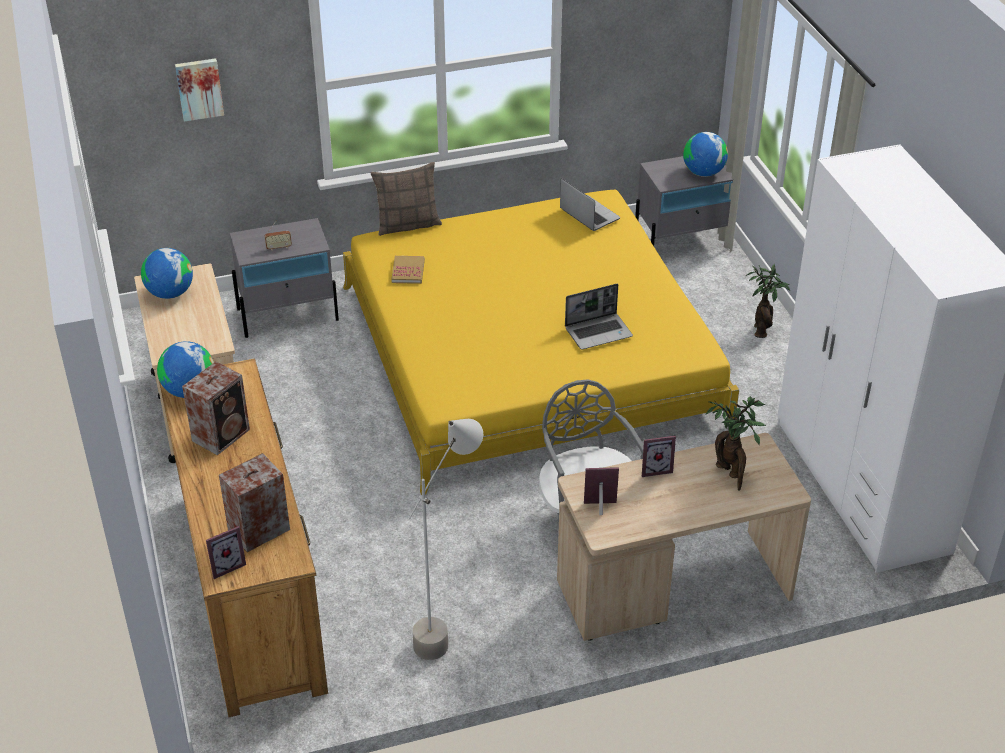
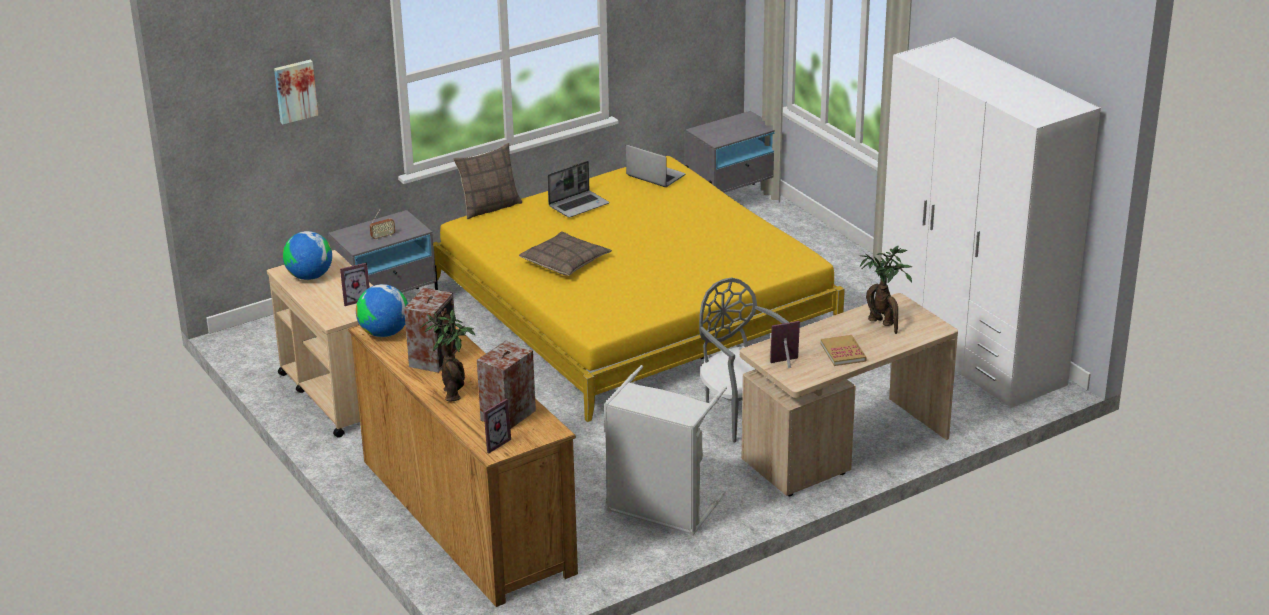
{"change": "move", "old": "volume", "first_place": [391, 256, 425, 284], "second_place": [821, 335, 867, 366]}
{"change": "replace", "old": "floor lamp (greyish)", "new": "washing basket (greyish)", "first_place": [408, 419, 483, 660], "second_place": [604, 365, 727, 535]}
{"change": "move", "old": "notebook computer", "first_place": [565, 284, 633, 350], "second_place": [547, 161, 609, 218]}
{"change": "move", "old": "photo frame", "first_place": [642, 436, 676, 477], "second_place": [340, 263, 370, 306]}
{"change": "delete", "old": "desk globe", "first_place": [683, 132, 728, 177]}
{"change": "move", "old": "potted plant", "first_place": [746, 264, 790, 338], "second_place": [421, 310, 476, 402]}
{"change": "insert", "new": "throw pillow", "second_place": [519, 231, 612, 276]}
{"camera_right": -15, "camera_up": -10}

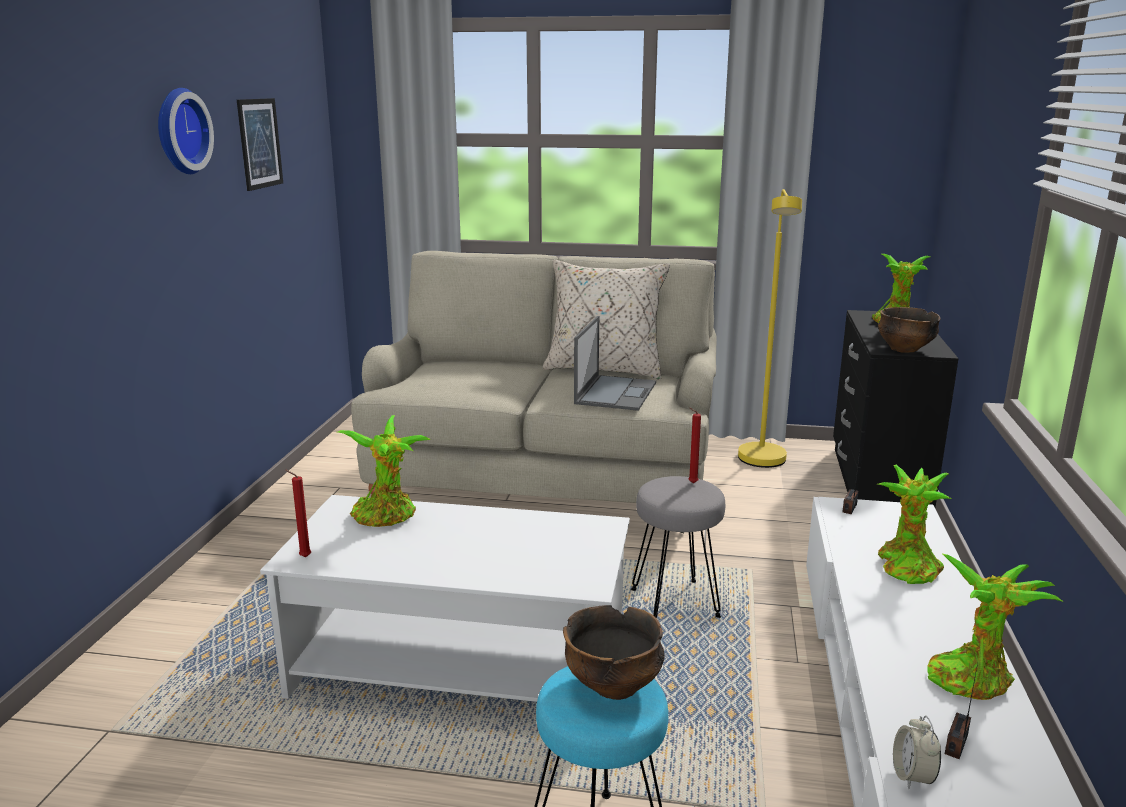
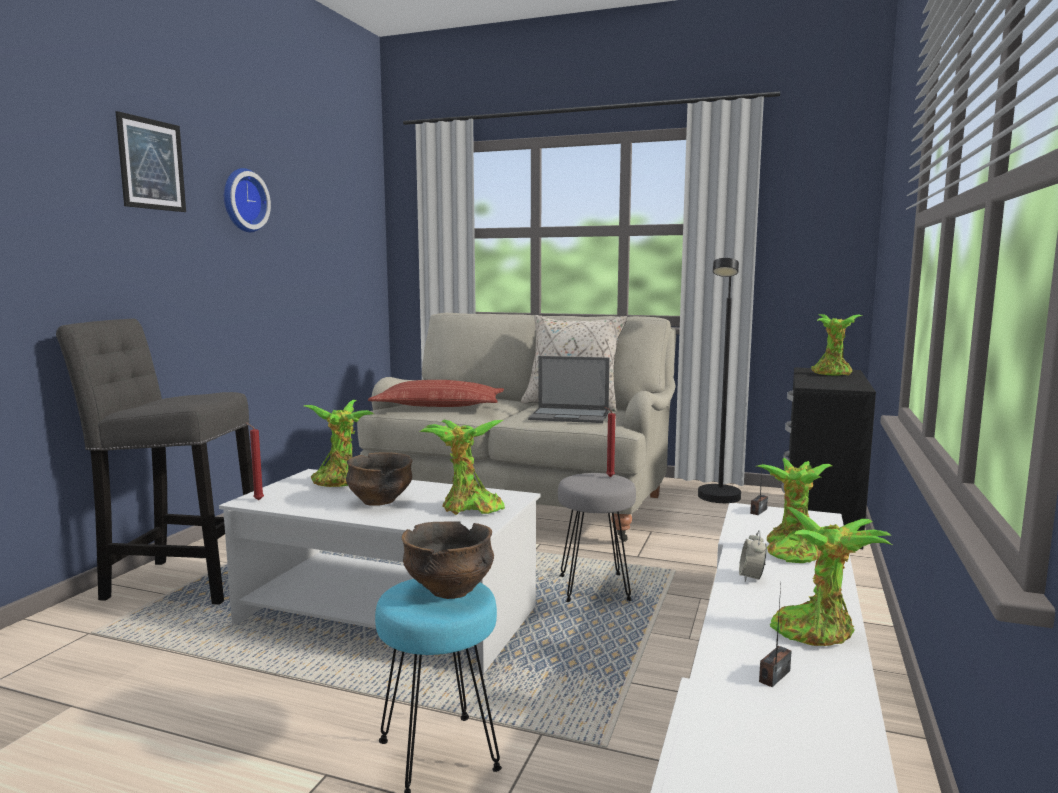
{"change": "move", "old": "wall art", "first_place": [237, 98, 283, 191], "second_place": [115, 111, 186, 212]}
{"change": "rotate", "old": "notebook computer", "first_place": [574, 316, 656, 411], "second_place": [528, 356, 610, 423], "degrees": 75}
{"change": "recolor", "old": "floor lamp (yellow-coloured)", "new": "floor lamp (black-coloured)", "first_place": [738, 189, 802, 468], "second_place": [698, 258, 741, 503]}
{"change": "move", "old": "serving bowl", "first_place": [878, 307, 940, 353], "second_place": [346, 452, 412, 506]}
{"change": "move", "old": "bedside clock", "first_place": [893, 715, 941, 789], "second_place": [739, 530, 767, 581]}
{"change": "insert", "new": "sitting stool (greyish)", "second_place": [56, 319, 254, 604]}
{"change": "insert", "new": "throw pillow", "second_place": [368, 380, 504, 407]}
{"change": "insert", "new": "potted plant", "second_place": [419, 420, 505, 515]}
{"camera_right": 10, "camera_up": -10}

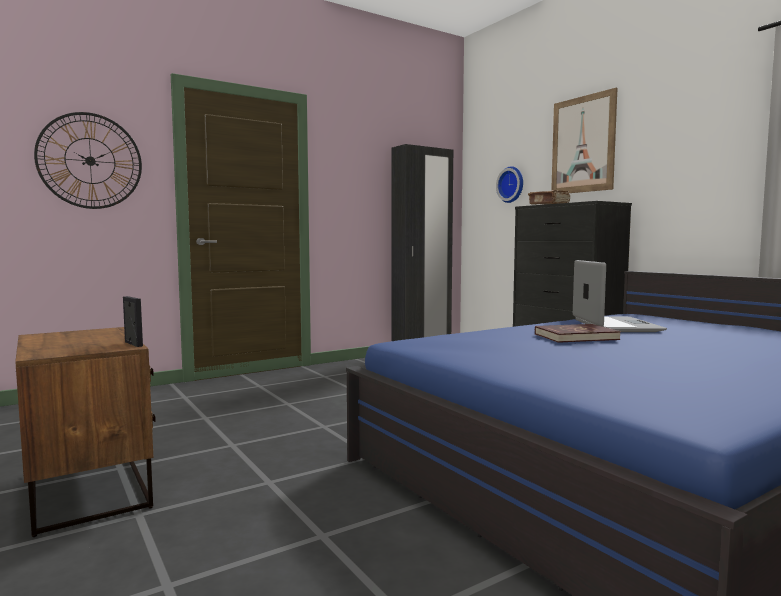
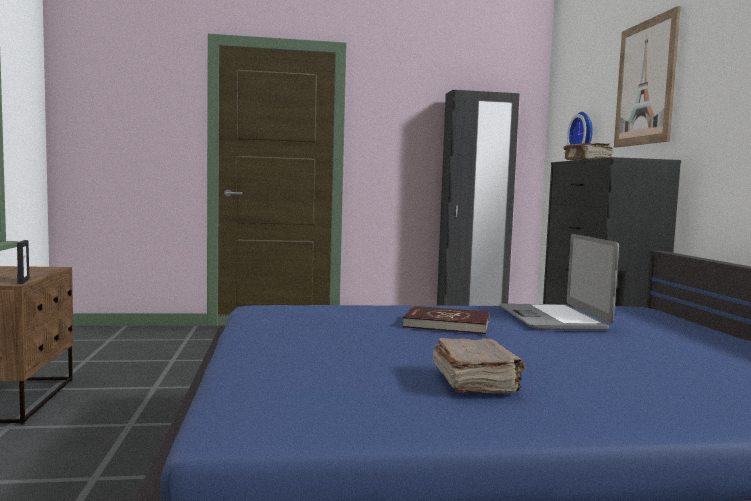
{"change": "delete", "old": "wall clock", "first_place": [34, 112, 142, 209]}
{"change": "rotate", "old": "notebook computer", "first_place": [573, 260, 667, 332], "second_place": [499, 234, 619, 330], "degrees": 150}
{"change": "insert", "new": "volume (brown)", "second_place": [433, 338, 526, 394]}
{"camera_right": 25, "camera_up": 0}

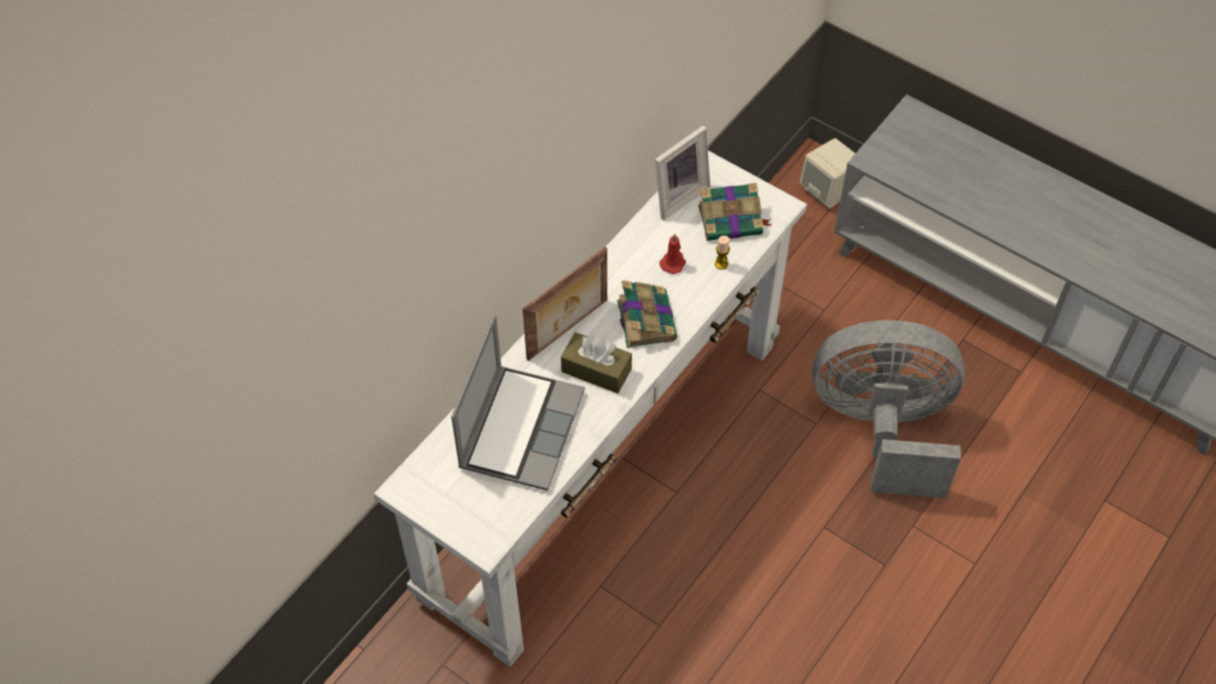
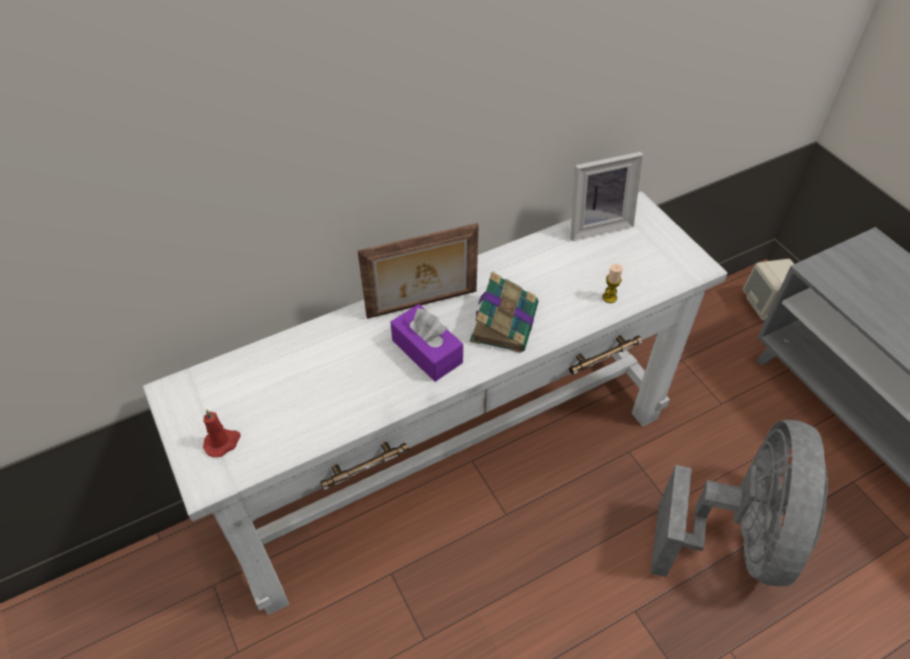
{"change": "delete", "old": "notebook computer", "first_place": [451, 315, 585, 491]}
{"change": "recolor", "old": "tissue box (brown)", "new": "tissue box (purple-coloured)", "first_place": [561, 332, 632, 393], "second_place": [390, 304, 463, 382]}
{"change": "move", "old": "wax light (red-coloured)", "first_place": [659, 234, 686, 274], "second_place": [203, 409, 241, 457]}
{"change": "delete", "old": "volume", "first_place": [698, 183, 772, 241]}
{"change": "rotate", "old": "fan (greyish)", "first_place": [812, 320, 965, 498], "second_place": [650, 420, 828, 586], "degrees": 75}
{"camera_right": 25, "camera_up": -5}

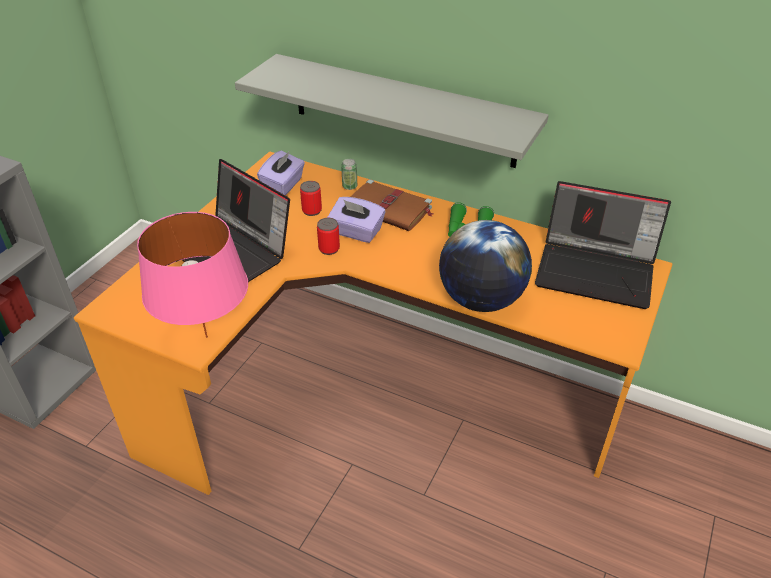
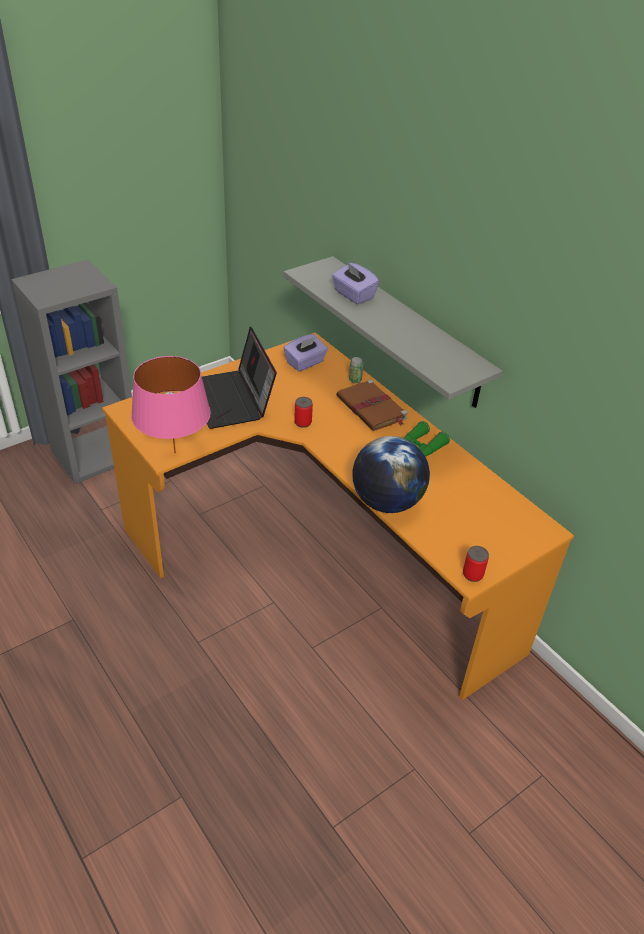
{"change": "move", "old": "can", "first_place": [300, 181, 322, 216], "second_place": [463, 546, 489, 582]}
{"change": "move", "old": "tissue box (purple-coloured)", "first_place": [327, 197, 385, 243], "second_place": [332, 262, 379, 304]}
{"change": "delete", "old": "notebook computer", "first_place": [535, 181, 671, 309]}
{"camera_right": 25, "camera_up": 0}

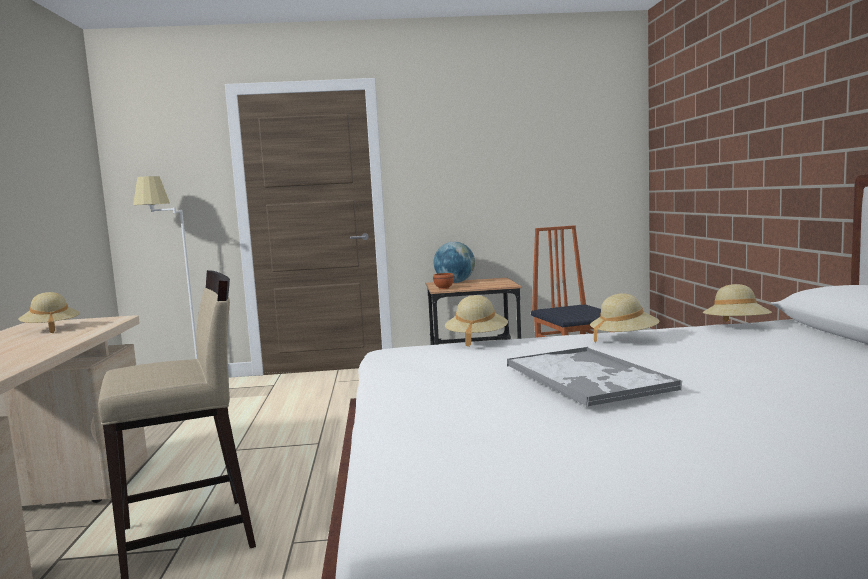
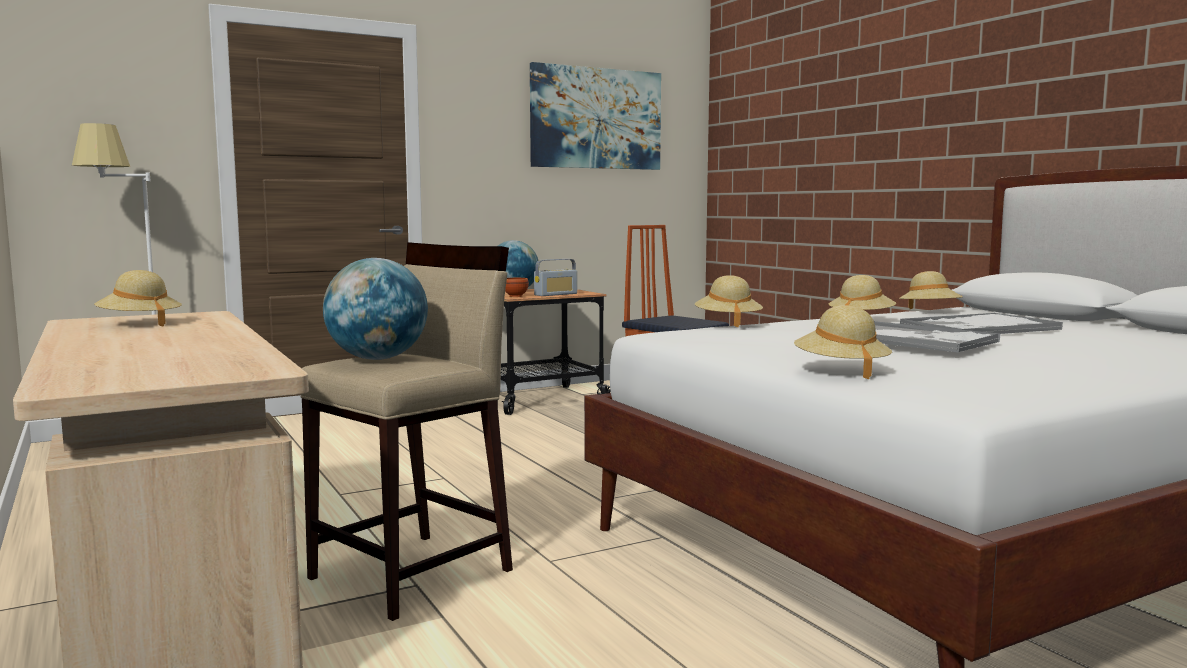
{"change": "insert", "new": "desk globe", "second_place": [323, 258, 428, 360]}
{"change": "insert", "new": "wall art", "second_place": [530, 62, 661, 170]}
{"change": "insert", "new": "radio set", "second_place": [534, 259, 577, 296]}
{"change": "insert", "new": "clothing hat (beige-coloured)", "second_place": [794, 305, 892, 379]}
{"change": "insert", "new": "serving tray", "second_place": [900, 313, 1063, 334]}
{"camera_right": -25, "camera_up": 0}

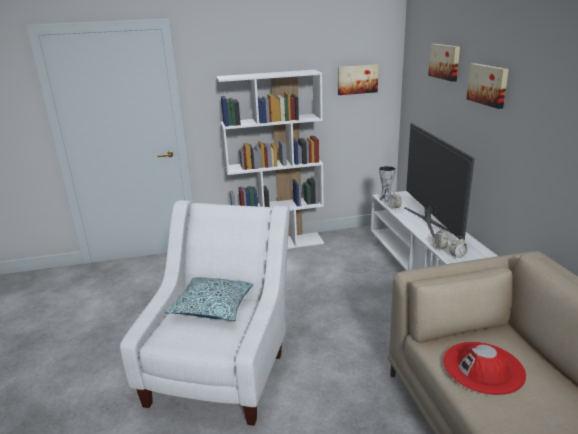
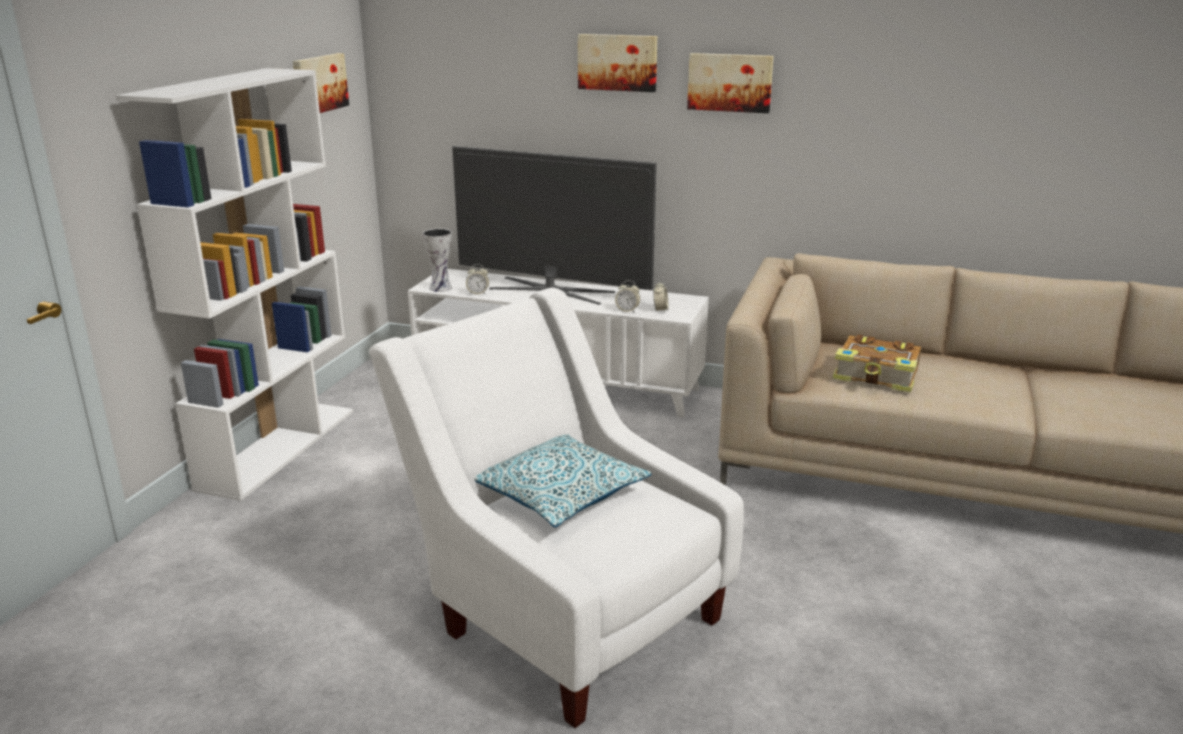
{"change": "move", "old": "wall art", "first_place": [428, 44, 460, 82], "second_place": [687, 53, 774, 113]}
{"change": "replace", "old": "clothing hat (red-coloured)", "new": "volume", "first_place": [443, 342, 526, 396], "second_place": [833, 335, 921, 392]}
{"camera_right": -60, "camera_up": 0}

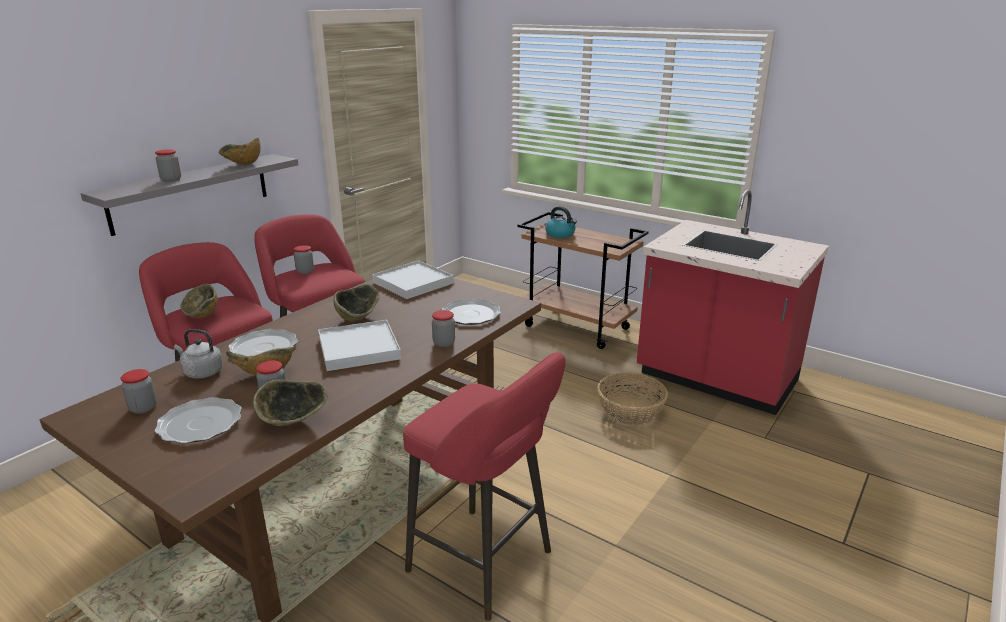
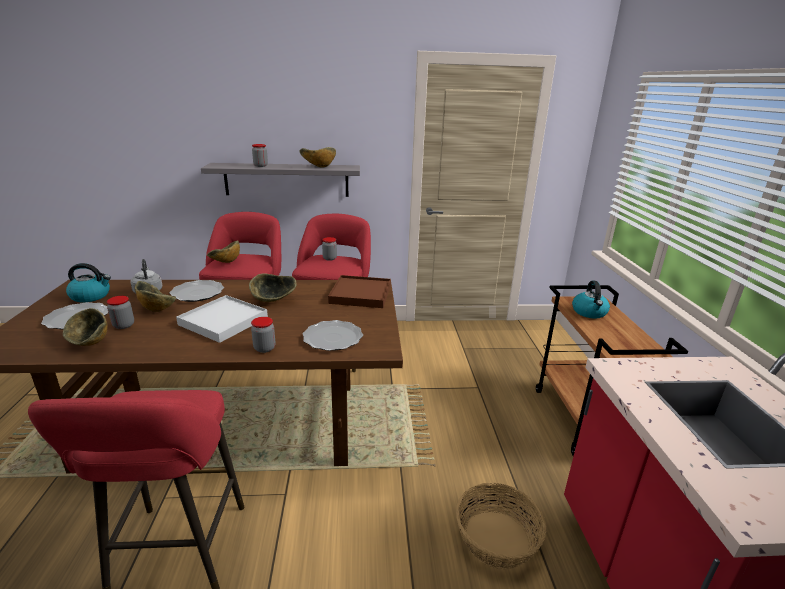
{"change": "replace", "old": "preserve jar", "new": "tea kettle", "first_place": [121, 369, 157, 414], "second_place": [66, 263, 111, 302]}
{"change": "recolor", "old": "serving tray (whitish)", "new": "serving tray (brown)", "first_place": [372, 260, 454, 299], "second_place": [328, 275, 391, 308]}
{"camera_right": 50, "camera_up": 0}

